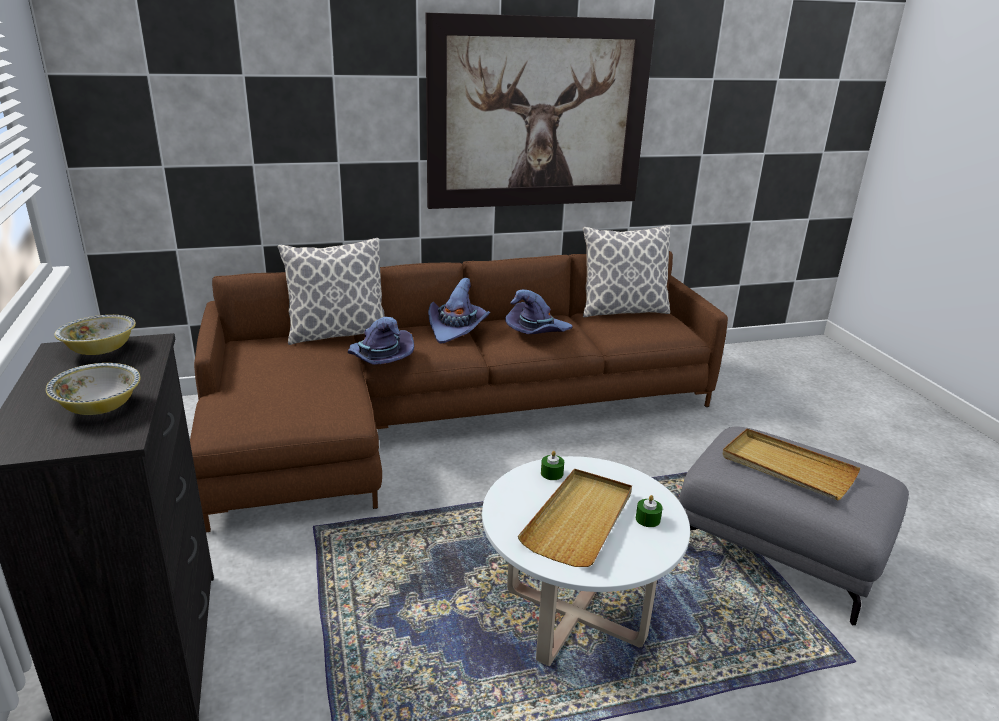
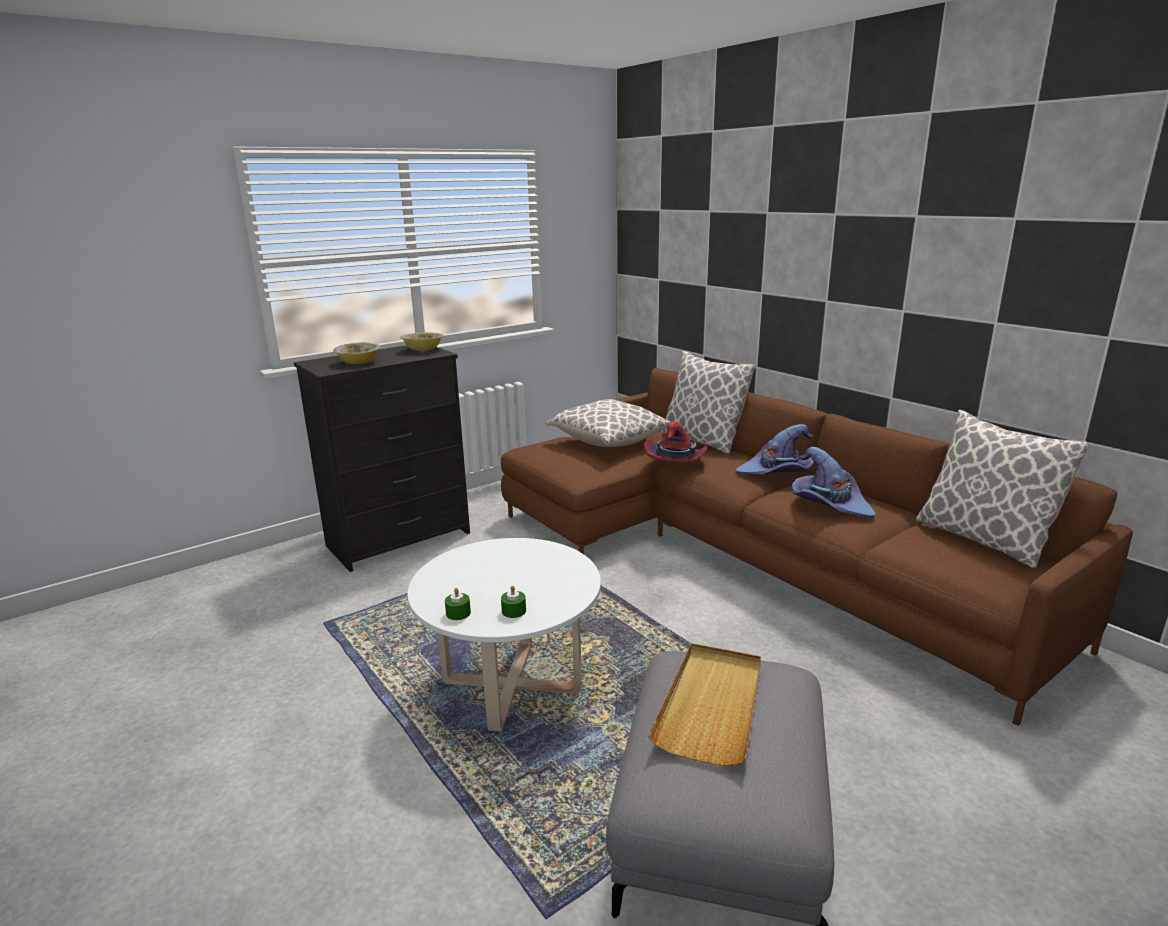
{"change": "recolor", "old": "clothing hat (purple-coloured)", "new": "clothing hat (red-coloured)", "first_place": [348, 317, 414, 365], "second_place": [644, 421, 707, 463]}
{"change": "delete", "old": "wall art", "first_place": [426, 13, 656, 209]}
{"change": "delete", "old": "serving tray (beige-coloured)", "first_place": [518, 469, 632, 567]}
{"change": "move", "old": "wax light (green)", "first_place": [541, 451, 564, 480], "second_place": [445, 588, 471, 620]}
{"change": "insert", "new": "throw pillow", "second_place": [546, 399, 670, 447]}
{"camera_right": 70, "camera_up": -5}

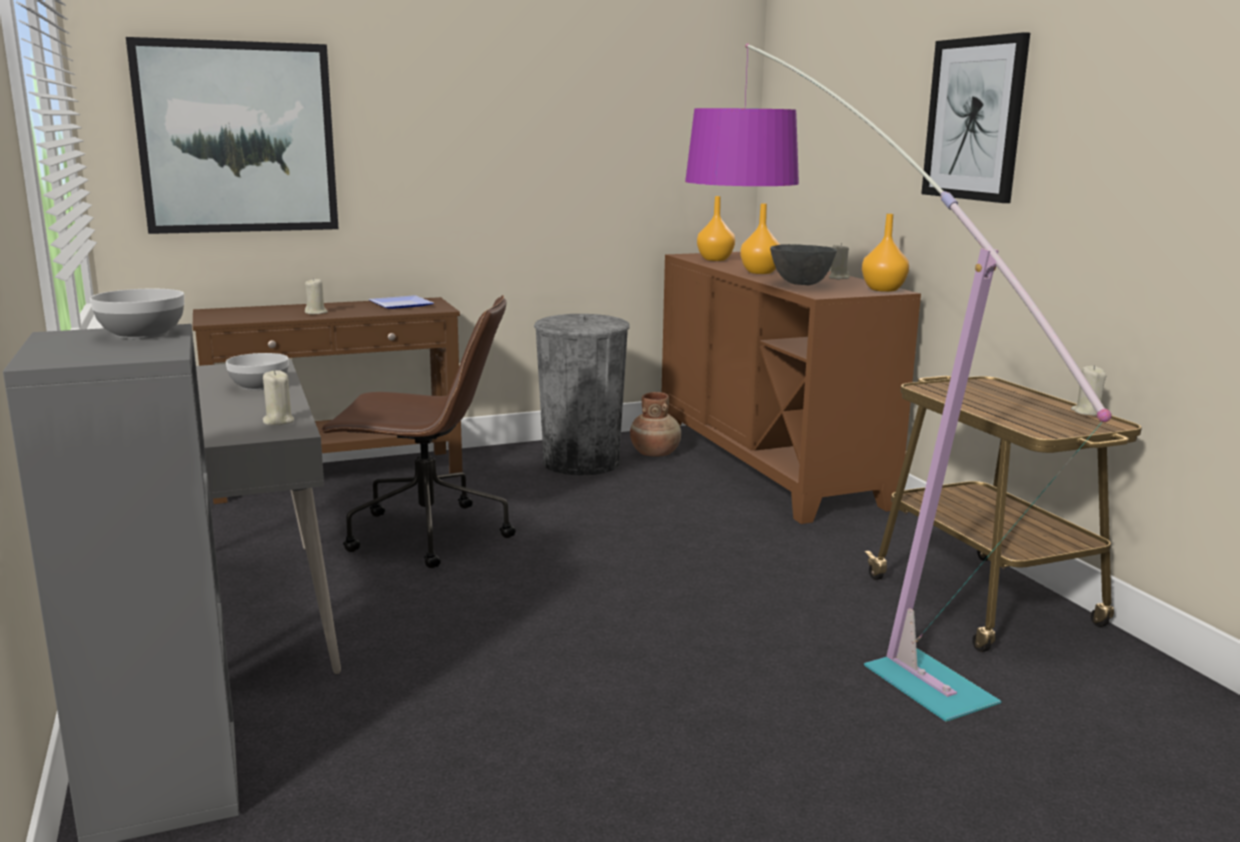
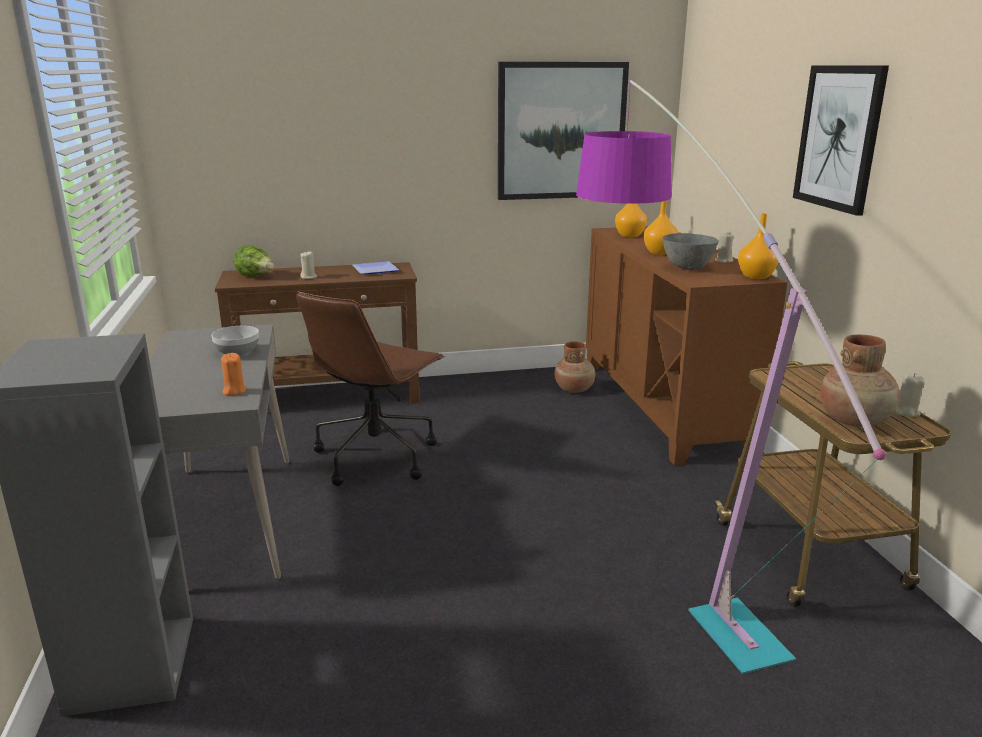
{"change": "delete", "old": "serving bowl", "first_place": [90, 289, 184, 339]}
{"change": "move", "old": "wall art", "first_place": [126, 37, 339, 234], "second_place": [498, 62, 629, 200]}
{"change": "recolor", "old": "wax light (beige-coloured)", "new": "wax light (orangey)", "first_place": [263, 370, 294, 425], "second_place": [221, 353, 246, 395]}
{"change": "rotate", "old": "computer chair (brown)", "first_place": [320, 295, 516, 568], "second_place": [296, 292, 445, 486], "degrees": 105}
{"change": "delete", "old": "trash can (greyish)", "first_place": [534, 314, 630, 476]}
{"change": "insert", "new": "head of lettuce", "second_place": [233, 245, 274, 277]}
{"change": "insert", "new": "flower vase (brown)", "second_place": [820, 335, 900, 427]}
{"camera_right": 10, "camera_up": 5}

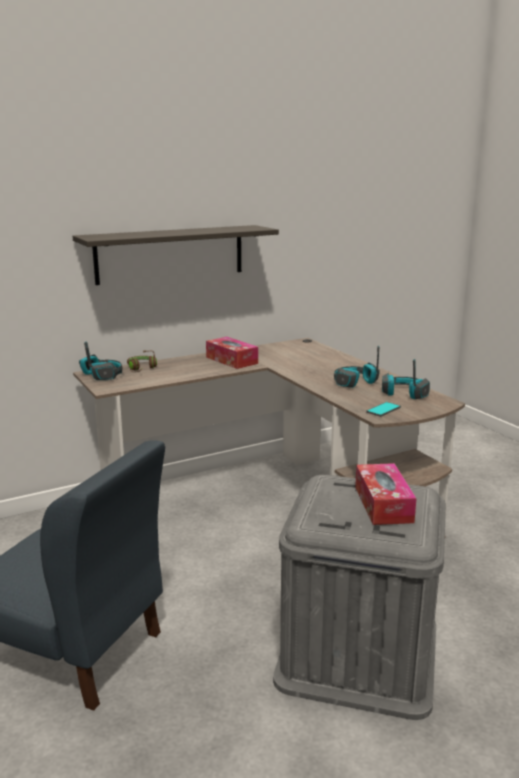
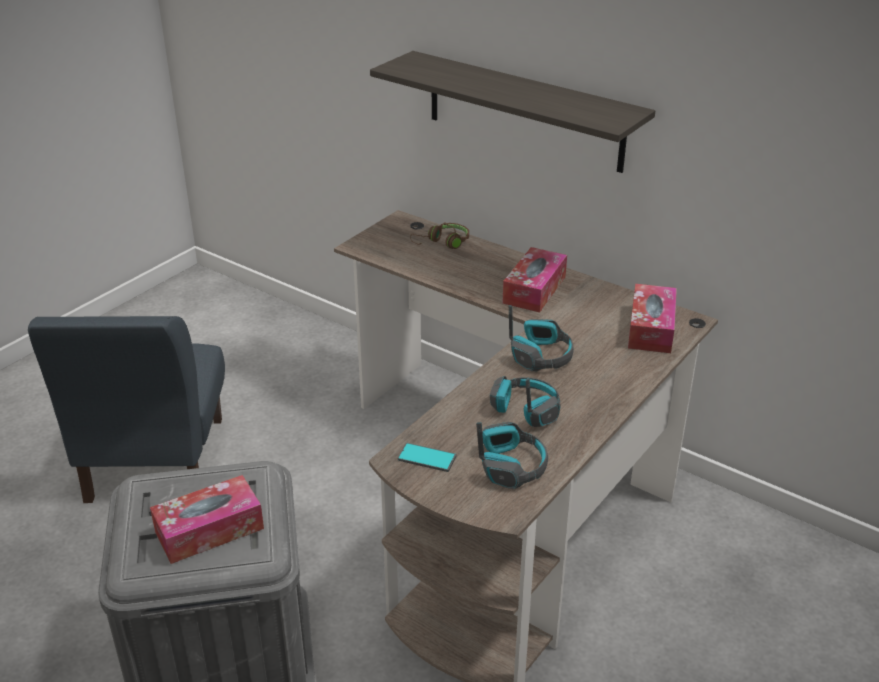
{"change": "move", "old": "headset", "first_place": [79, 342, 122, 380], "second_place": [509, 305, 574, 371]}
{"change": "insert", "new": "tissue box", "second_place": [628, 284, 677, 353]}
{"camera_right": 65, "camera_up": 15}

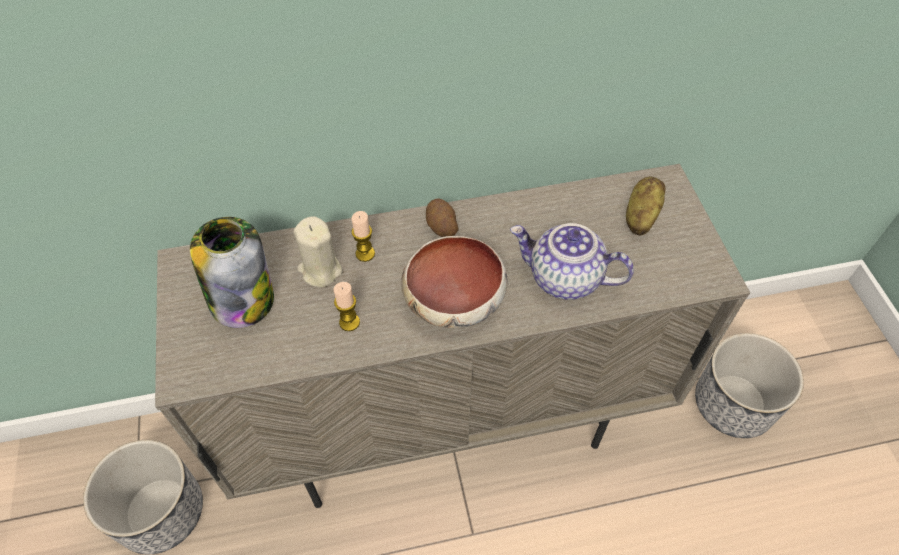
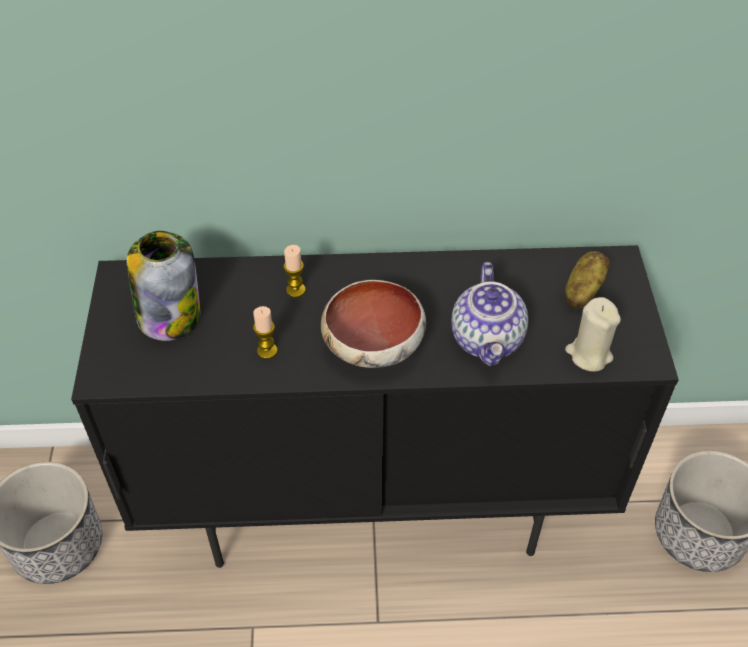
{"change": "recolor", "old": "cupboard (beige-coloured)", "new": "cupboard (black-coloured)", "first_place": [155, 164, 750, 508], "second_place": [71, 245, 679, 568]}
{"change": "move", "old": "wax light (beige-coloured)", "first_place": [294, 216, 343, 288], "second_place": [565, 297, 621, 372]}
{"change": "delete", "old": "potato", "first_place": [426, 198, 458, 237]}
{"change": "rotate", "old": "teapot", "first_place": [510, 223, 634, 300], "second_place": [451, 262, 528, 366], "degrees": -120}
{"camera_right": 10, "camera_up": -5}

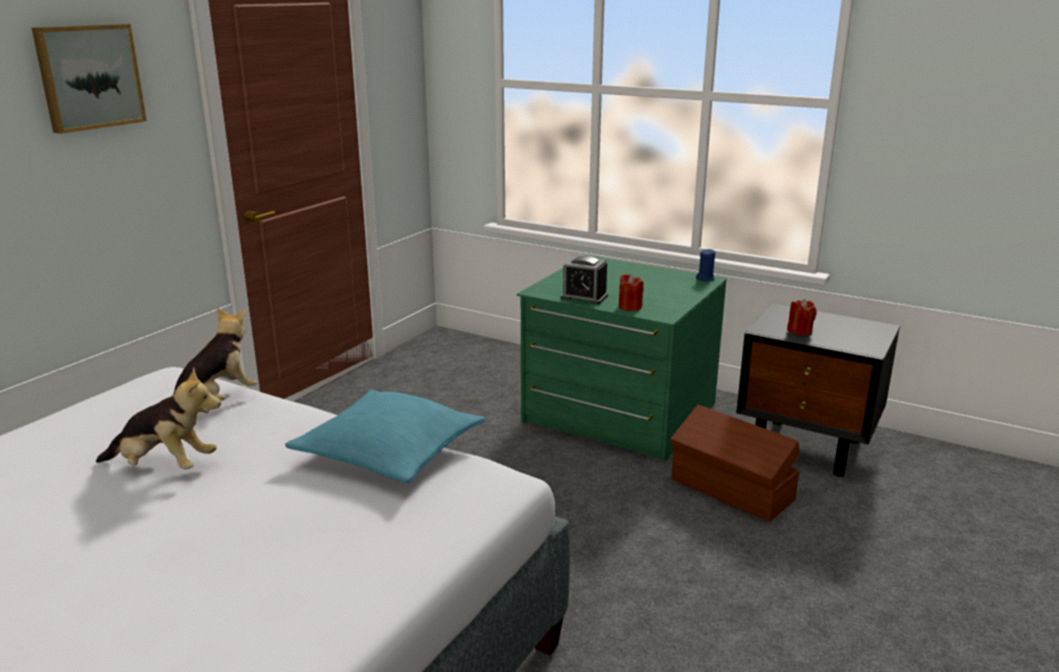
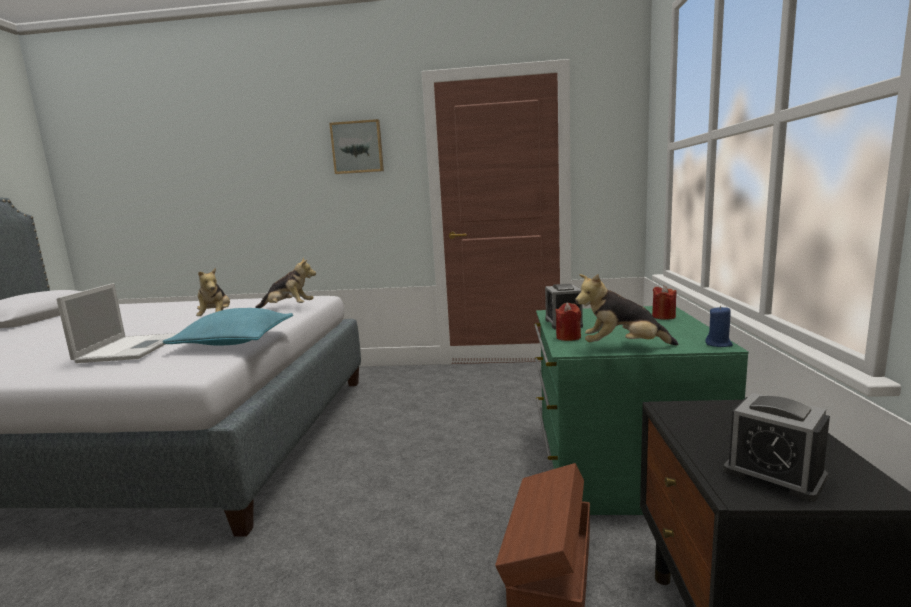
{"change": "move", "old": "wax light (red-coloured)", "first_place": [787, 299, 817, 335], "second_place": [652, 285, 677, 320]}
{"change": "insert", "new": "notebook computer", "second_place": [57, 283, 178, 363]}
{"change": "insert", "new": "plush toy", "second_place": [575, 274, 678, 345]}
{"change": "insert", "new": "bedside clock", "second_place": [724, 393, 830, 502]}
{"camera_right": 65, "camera_up": -10}

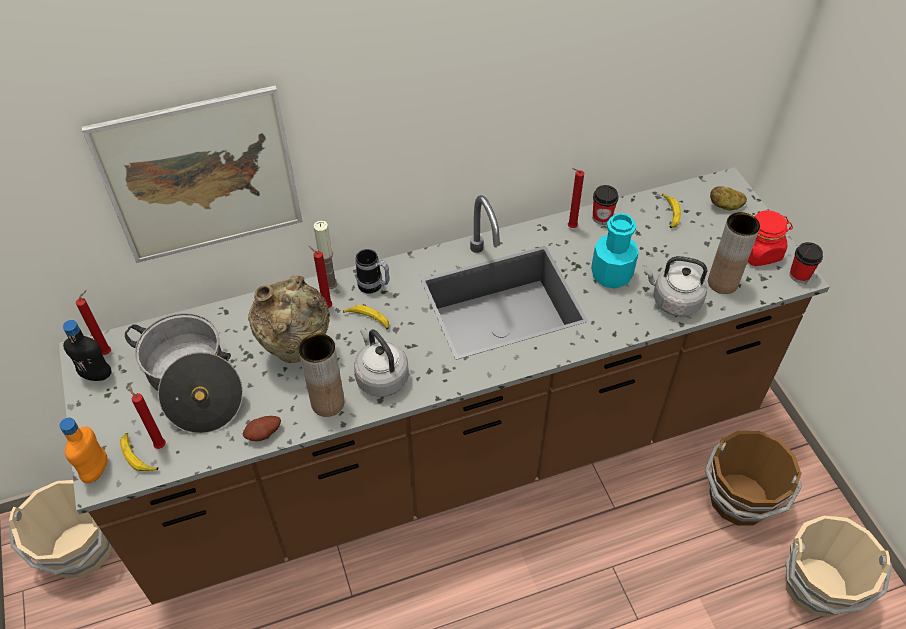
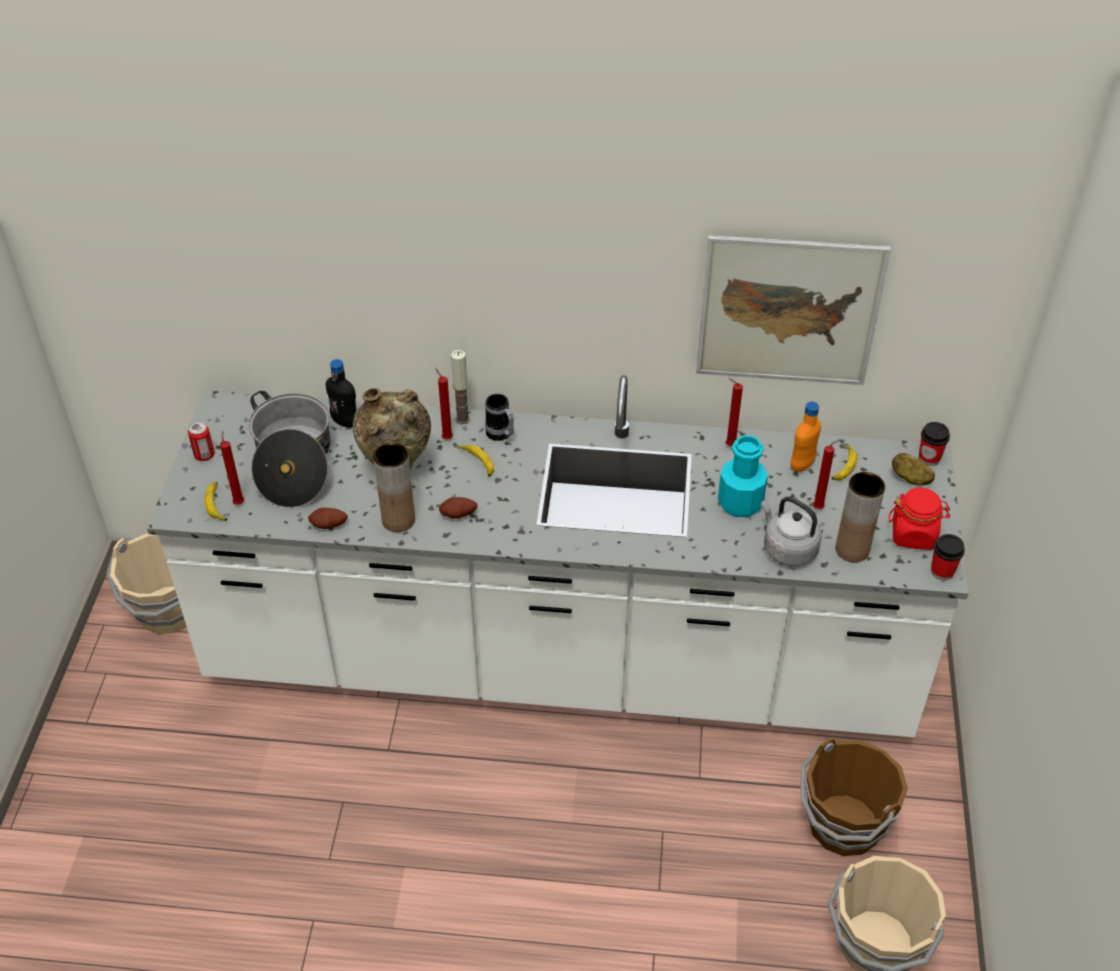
{"change": "recolor", "old": "counter (brown)", "new": "counter (whitish)", "first_place": [59, 167, 830, 604], "second_place": [147, 375, 969, 737]}
{"change": "move", "old": "bottle (orangey)", "first_place": [59, 418, 108, 483], "second_place": [790, 401, 821, 472]}
{"change": "move", "old": "bottle (black-coloured)", "first_place": [63, 320, 111, 381], "second_place": [326, 359, 357, 428]}
{"change": "move", "old": "wax light (red-coloured)", "first_place": [76, 290, 111, 355], "second_place": [813, 439, 840, 509]}
{"change": "move", "old": "wall art", "first_place": [82, 85, 303, 263], "second_place": [696, 235, 891, 385]}
{"change": "replace", "old": "tea kettle (greyish)", "new": "potato", "first_place": [354, 327, 409, 397], "second_place": [439, 497, 478, 519]}
{"change": "move", "old": "drinking cup", "first_place": [593, 185, 619, 225], "second_place": [919, 422, 950, 466]}
{"change": "insert", "new": "can", "second_place": [188, 422, 215, 461]}
{"camera_right": 25, "camera_up": -5}

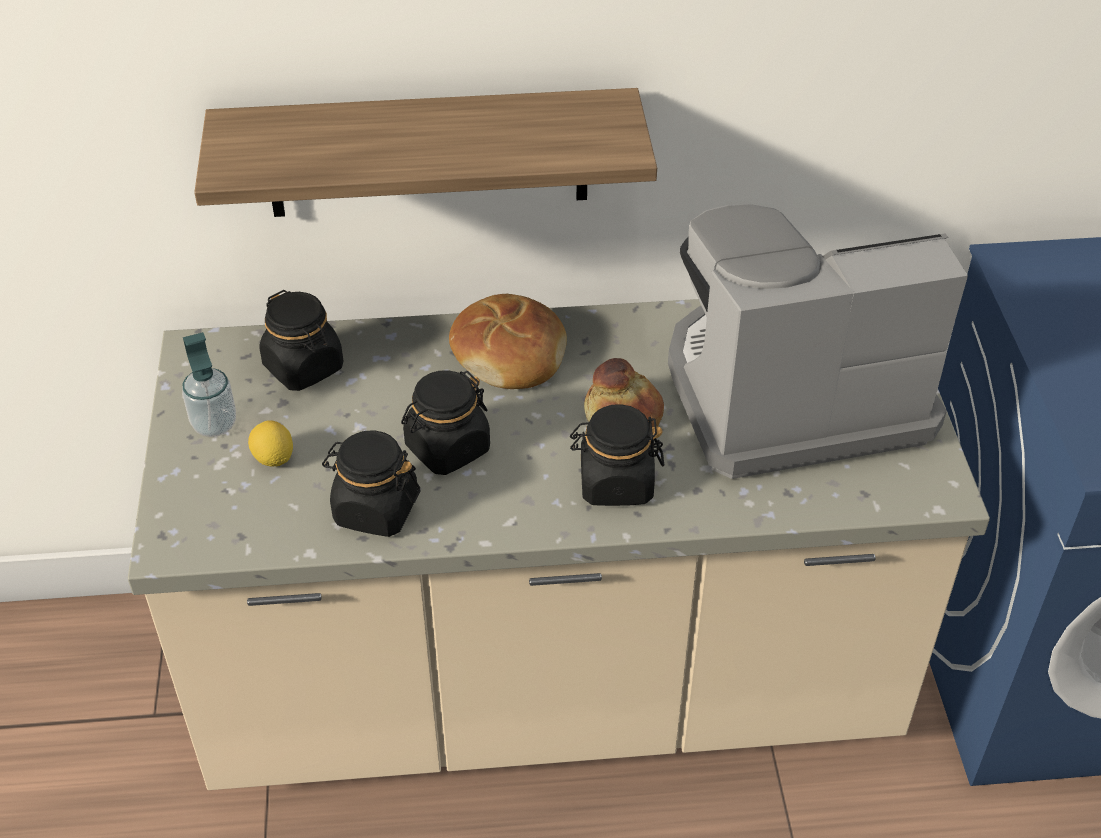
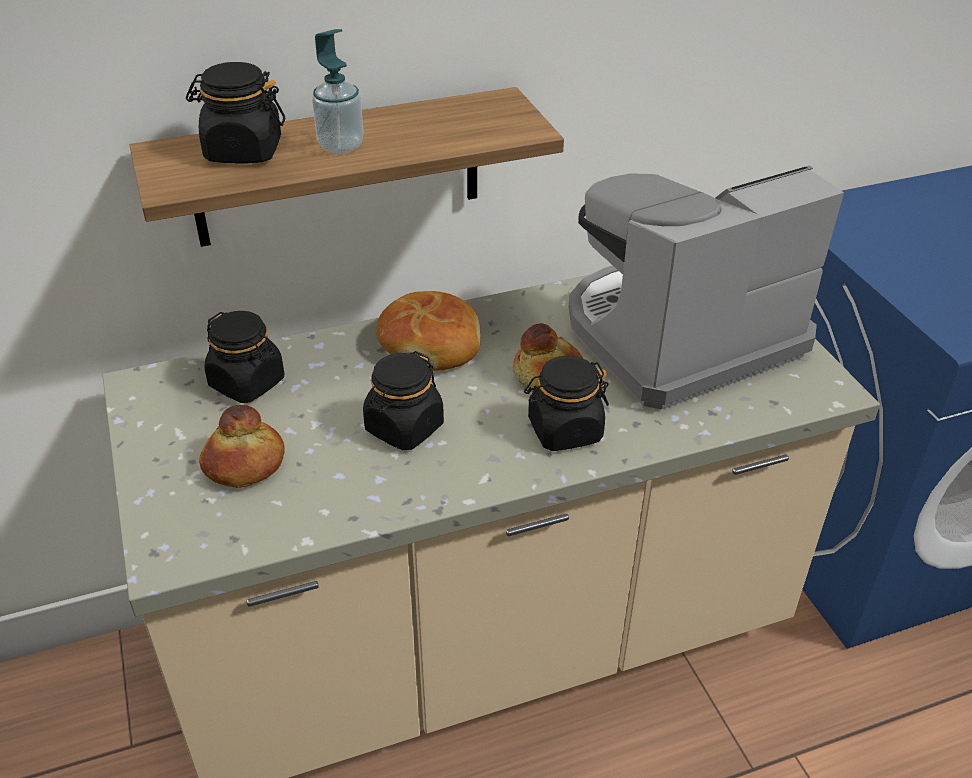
{"change": "move", "old": "liquid soap bottle", "first_place": [182, 332, 236, 437], "second_place": [312, 29, 363, 154]}
{"change": "replace", "old": "lemon", "new": "bakery bread", "first_place": [248, 420, 293, 467], "second_place": [199, 405, 285, 488]}
{"change": "move", "old": "preserve jar (black-coloured)", "first_place": [322, 430, 421, 537], "second_place": [186, 62, 285, 163]}
{"camera_right": -15, "camera_up": -5}

